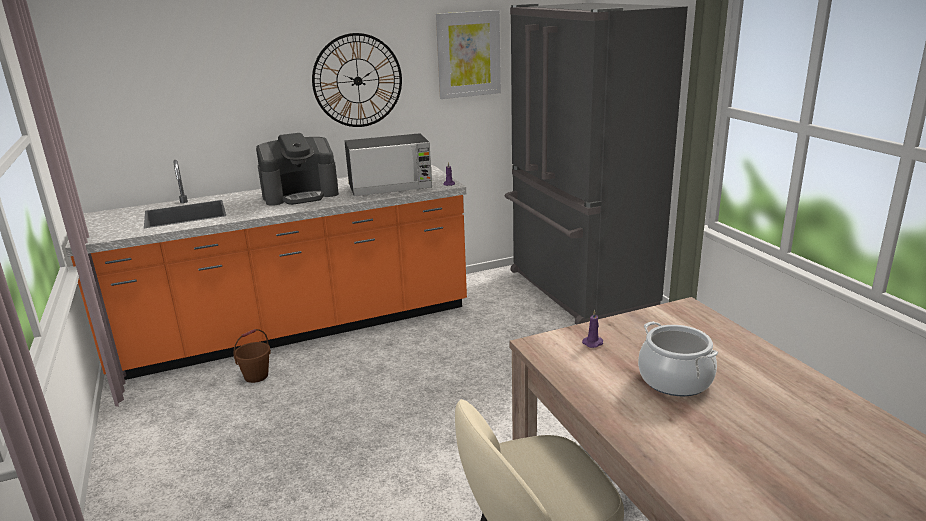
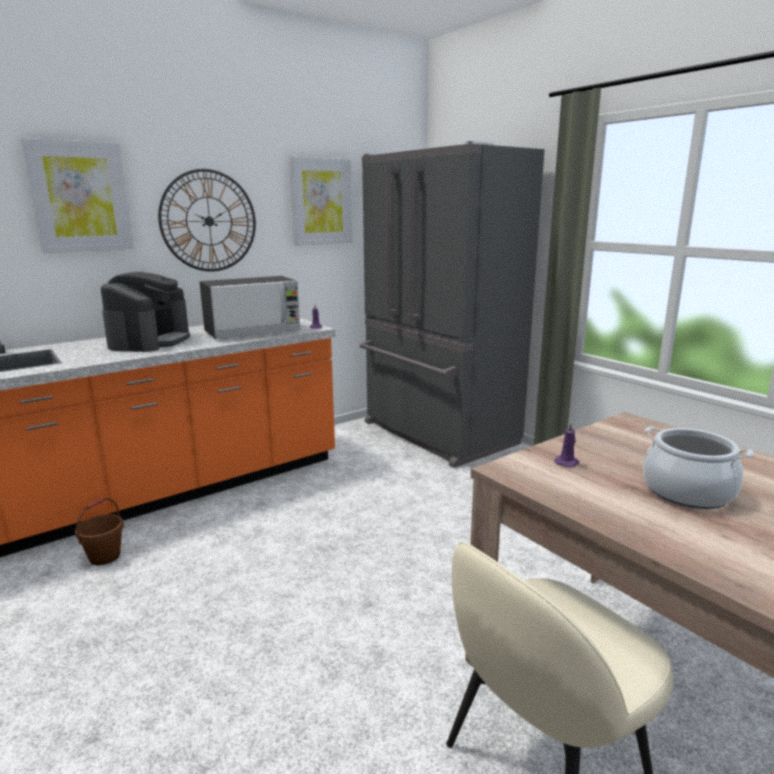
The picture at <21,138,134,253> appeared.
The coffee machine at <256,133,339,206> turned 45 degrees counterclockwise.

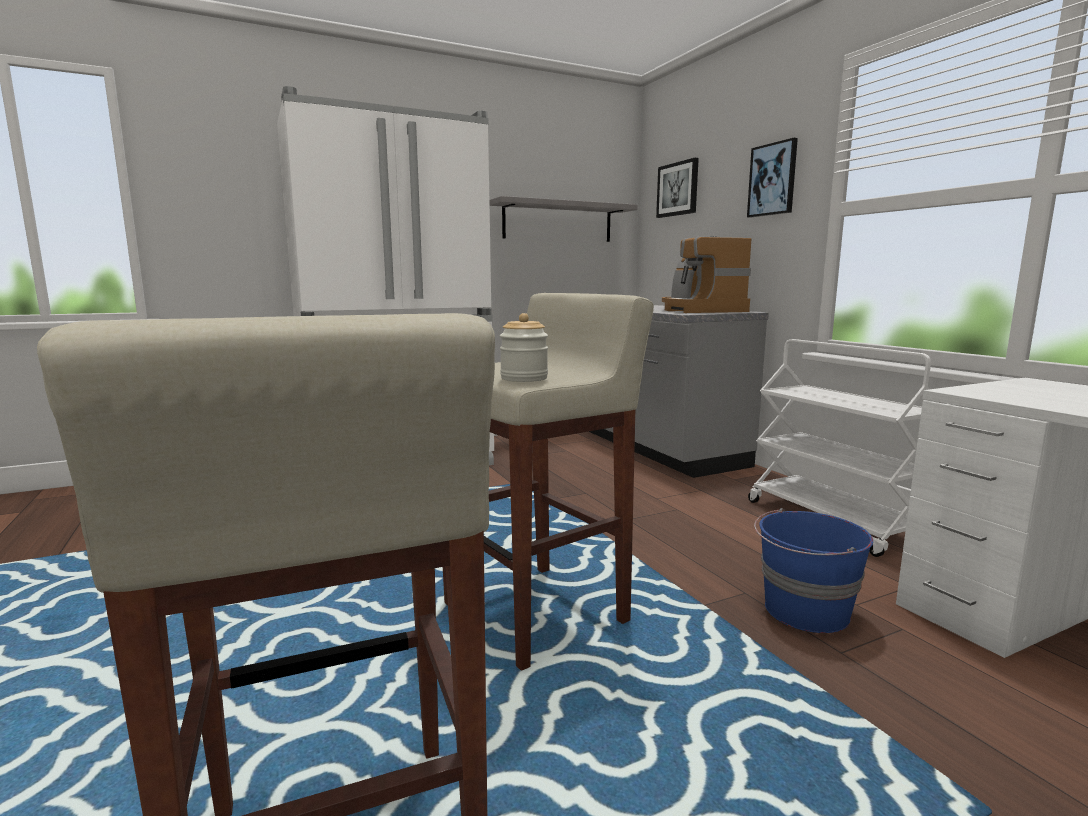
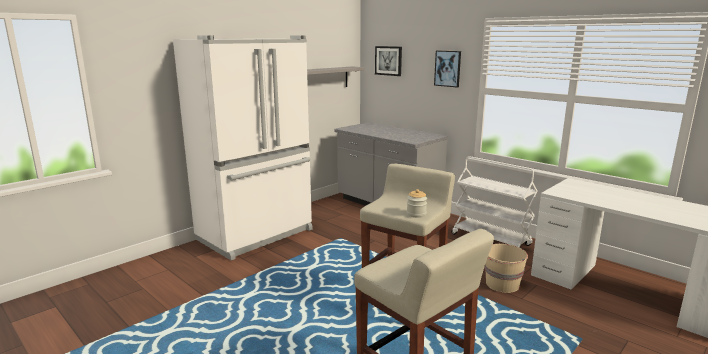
The coffee machine at <662,236,751,313> disappeared.
The bucket (blue) at <754,508,873,633> became the bucket (beige) at <485,244,528,293>.

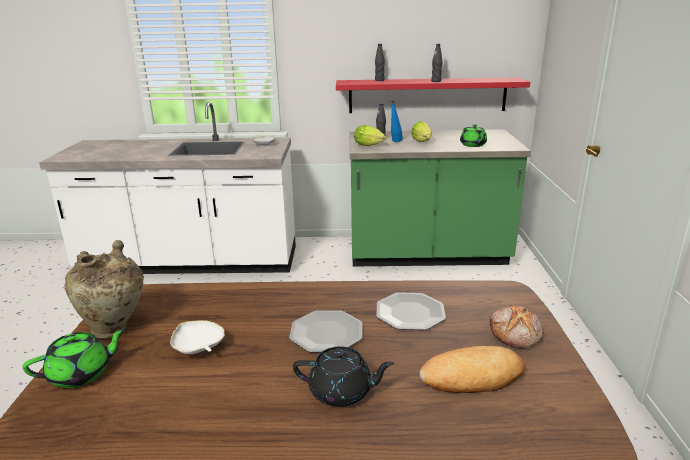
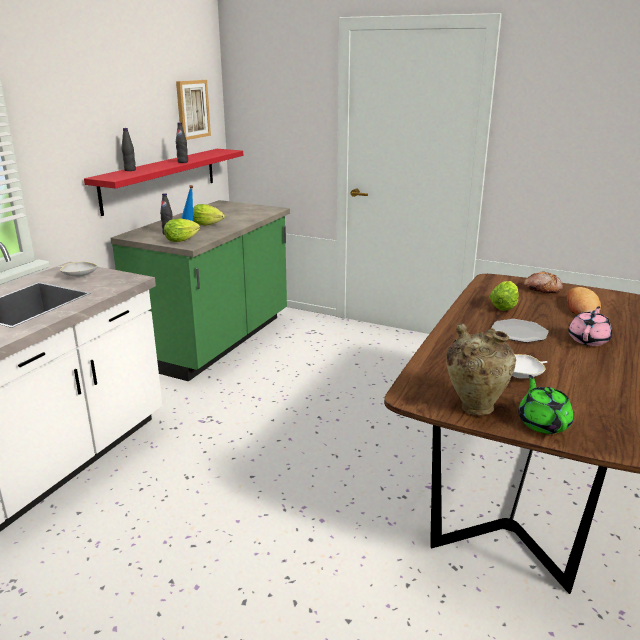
The teapot (green) at <460,124,487,147> disappeared.
The picture at <176,80,211,140> appeared.
The plate at <376,292,446,330> was replaced by the lettuce at <489,281,519,311>.
The teapot (black) at <293,346,394,407> became the teapot (pink) at <568,306,612,346>.

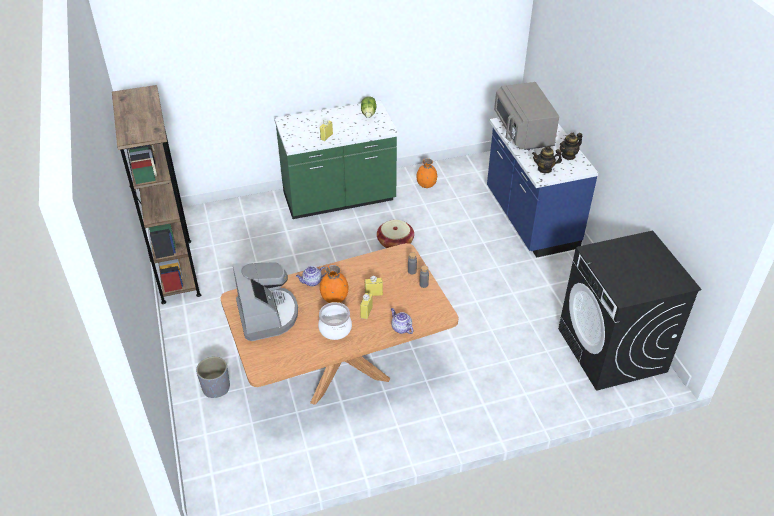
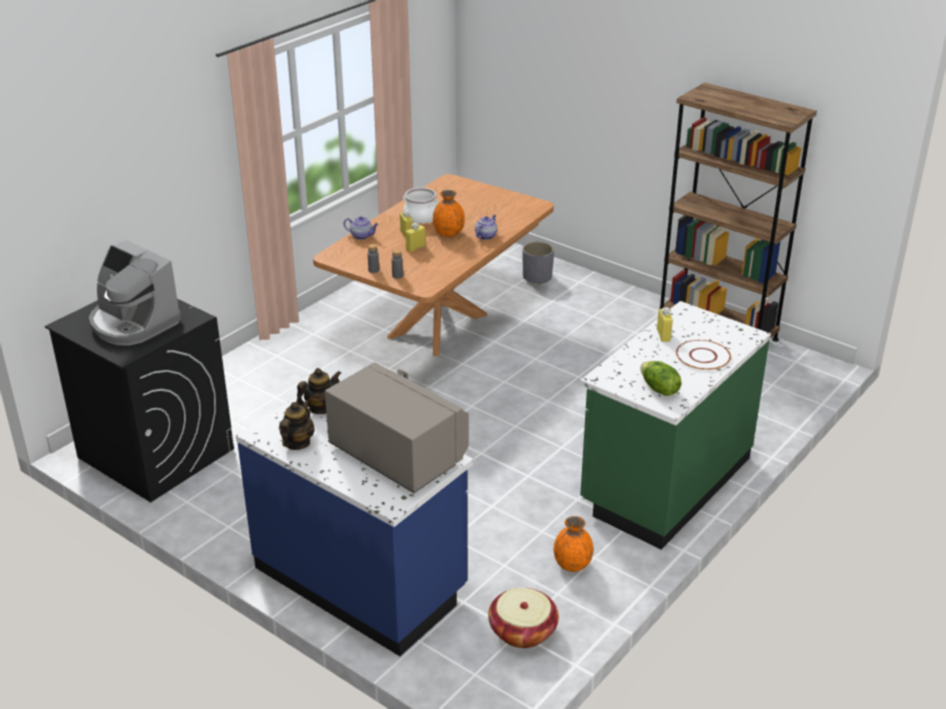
The plate (white) at <676,340,731,370> appeared.
The coffee machine moved from <233,262,298,341> to <89,240,181,346>.
The basket moved from <377,220,414,248> to <488,588,559,648>.

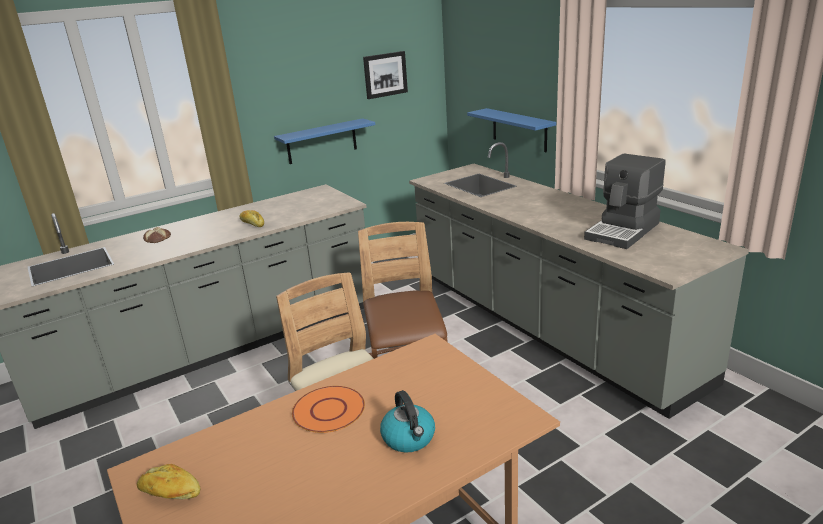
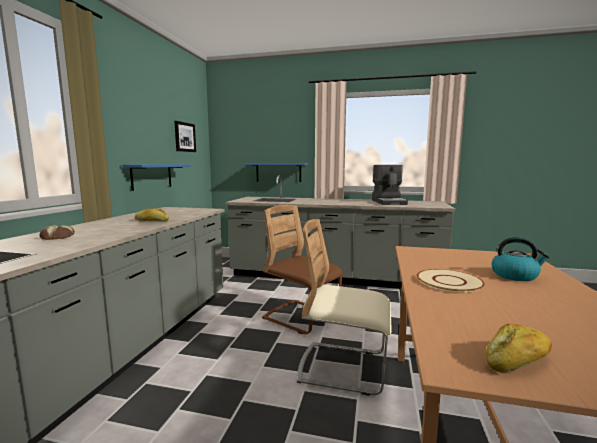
The plate (orange) at <292,386,365,433> became the plate (beige) at <417,269,485,293>.

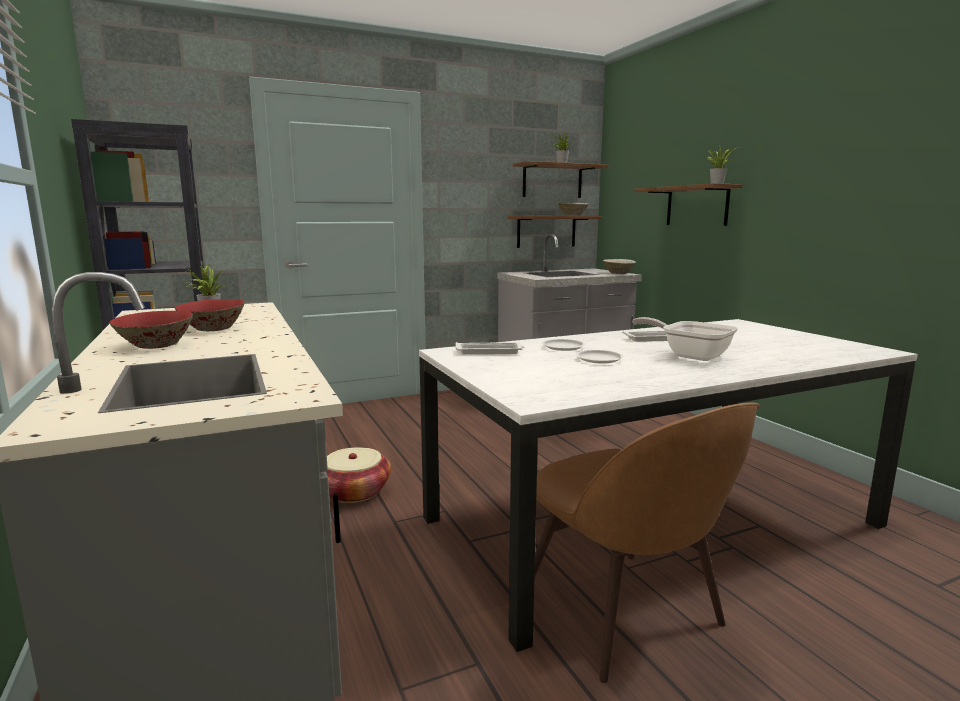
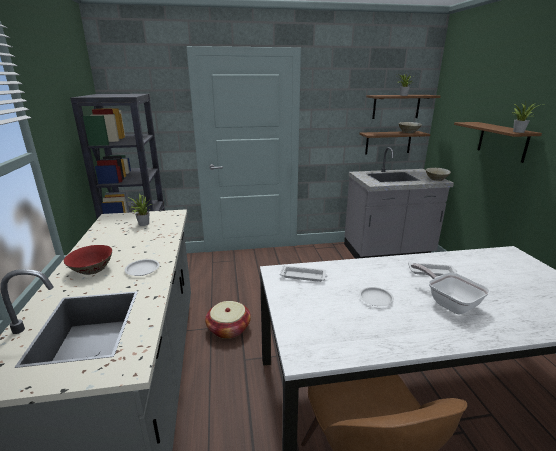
The bowl (red) at <175,299,244,331> disappeared.
The plate (white) moved from <542,339,585,351> to <125,259,160,276>.

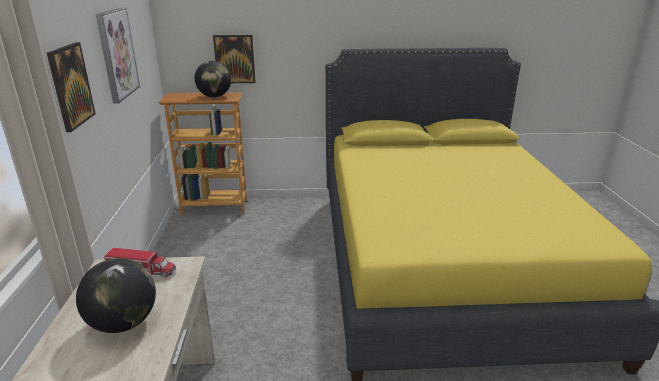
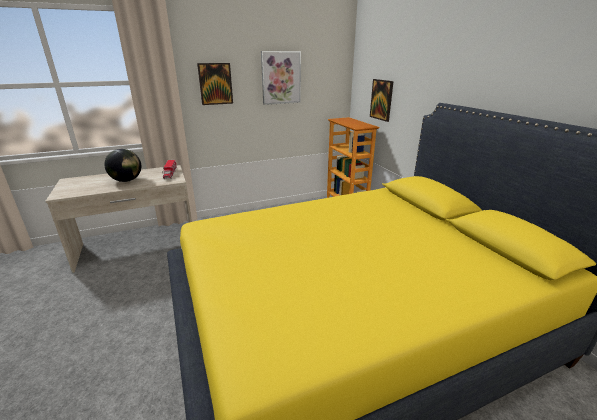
The globe at <194,61,231,97> disappeared.

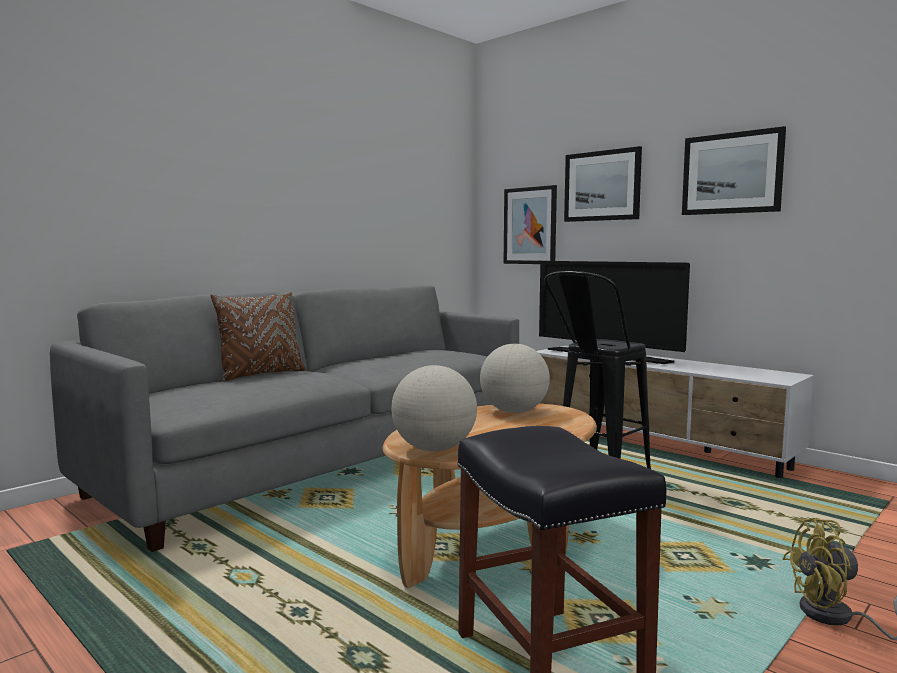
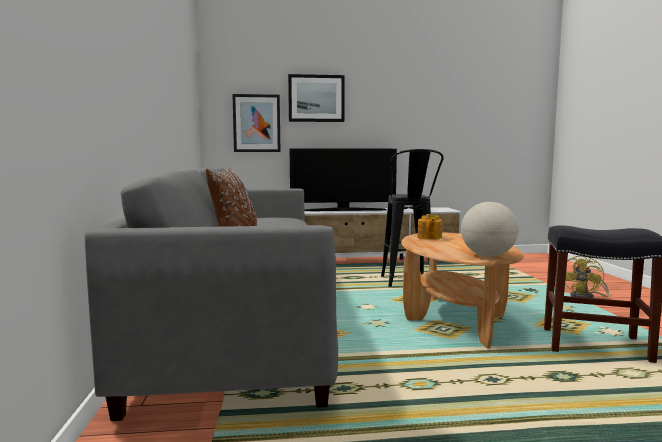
The picture at <682,126,786,215> disappeared.
The globe at <480,344,550,413> was replaced by the teapot at <418,214,442,240>.

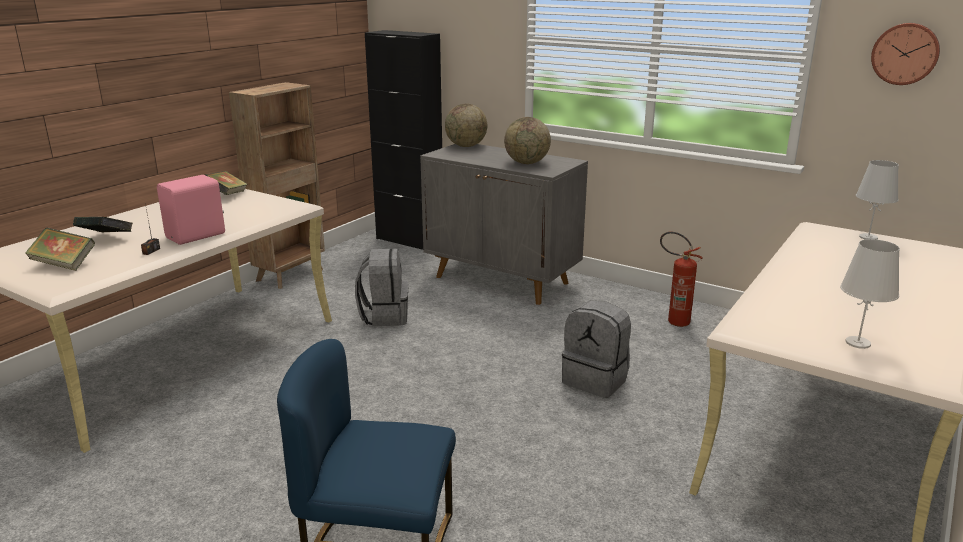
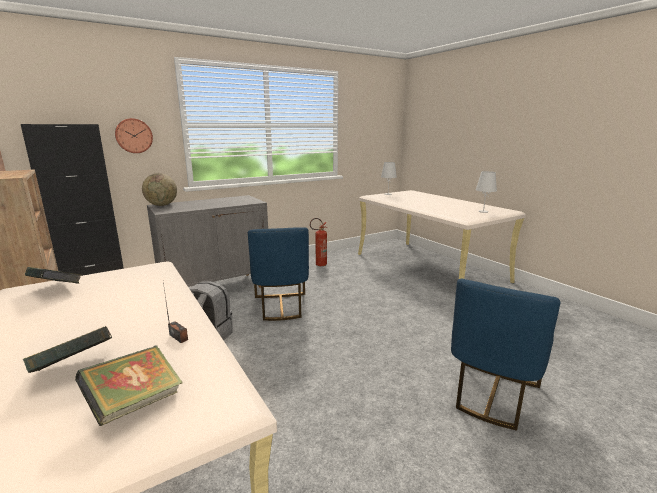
The speaker (pink) at <157,175,225,245> disappeared.
The globe at <504,117,551,164> disappeared.
The backpack (grey) at <562,300,631,398> disappeared.
The chair (blue) at <248,227,309,321> appeared.
The wall clock moved from <871,23,940,85> to <115,118,153,153>.

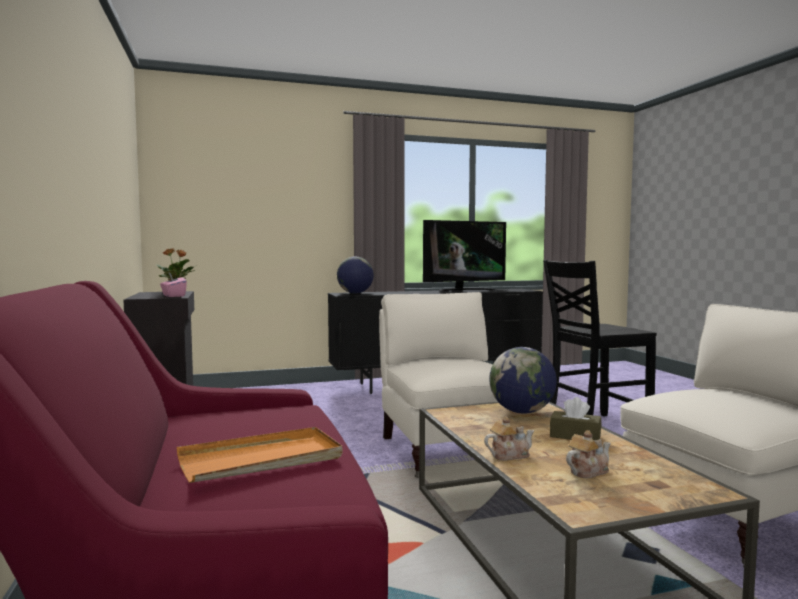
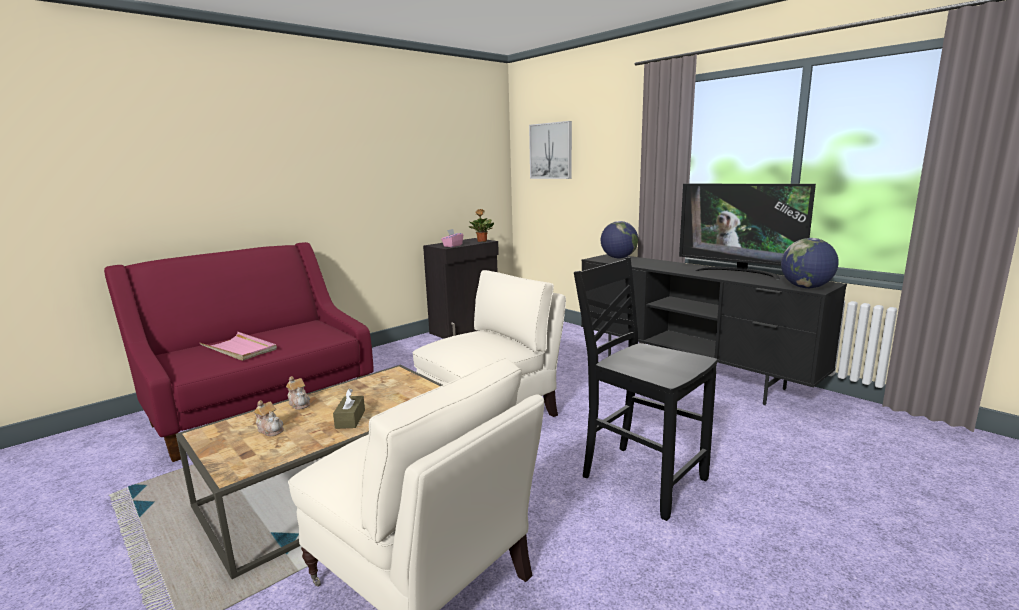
The picture at <529,121,572,179> appeared.
The globe moved from <489,347,557,414> to <781,238,839,288>.
The tray (orange) at <177,427,342,483> became the tray (pink) at <200,332,277,361>.

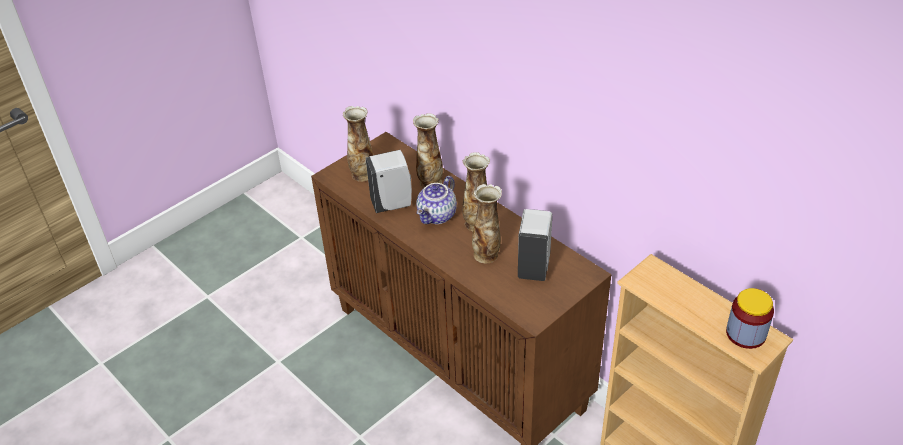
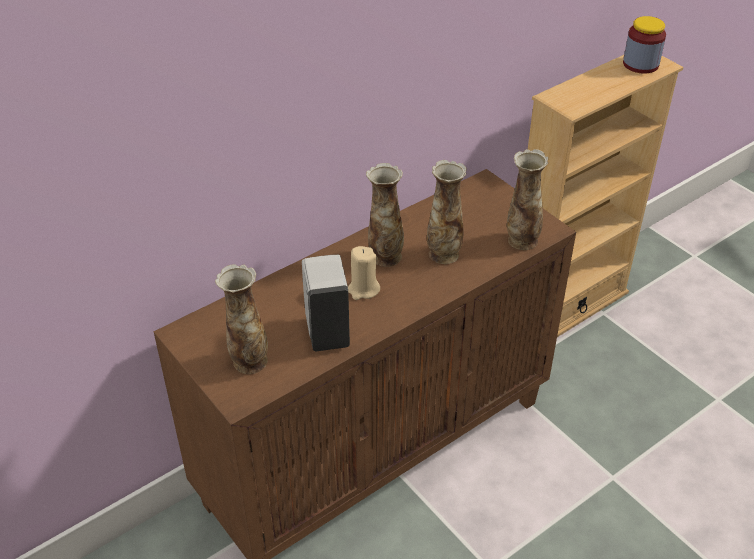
The soap dispenser (white) at <518,209,552,281> disappeared.
The vase moved from <413,113,443,188> to <507,149,548,250>.
The teapot at <416,176,457,224> was replaced by the candle (beige) at <348,246,380,300>.

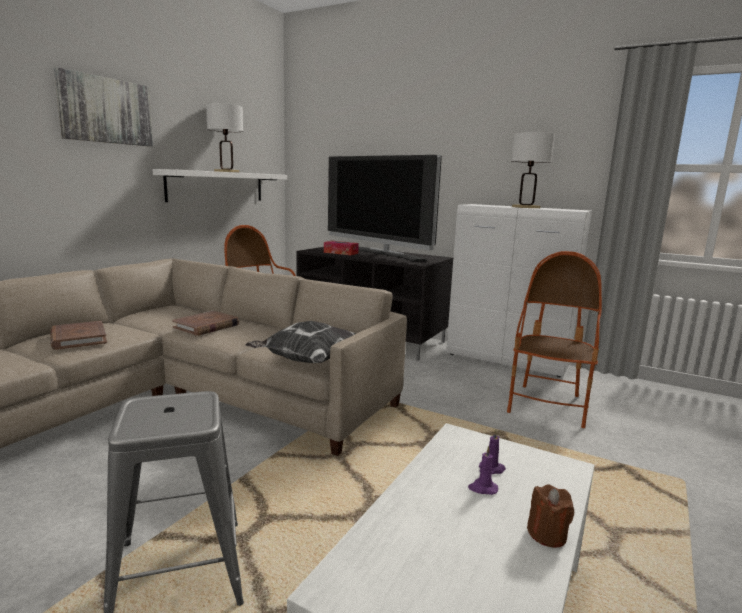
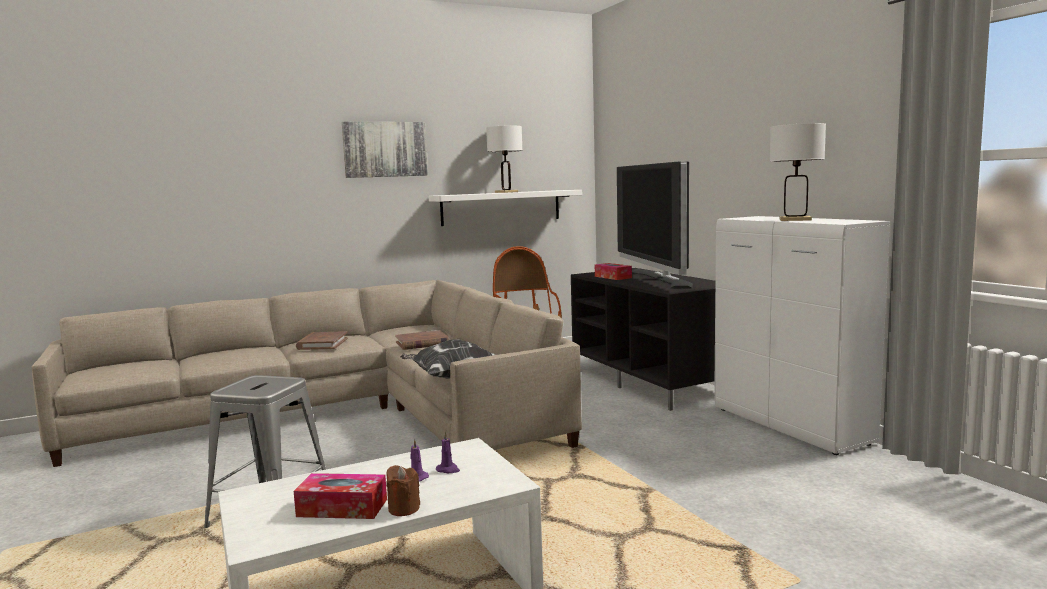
The armchair at <507,251,602,428> disappeared.
The tissue box at <294,473,387,519> appeared.

